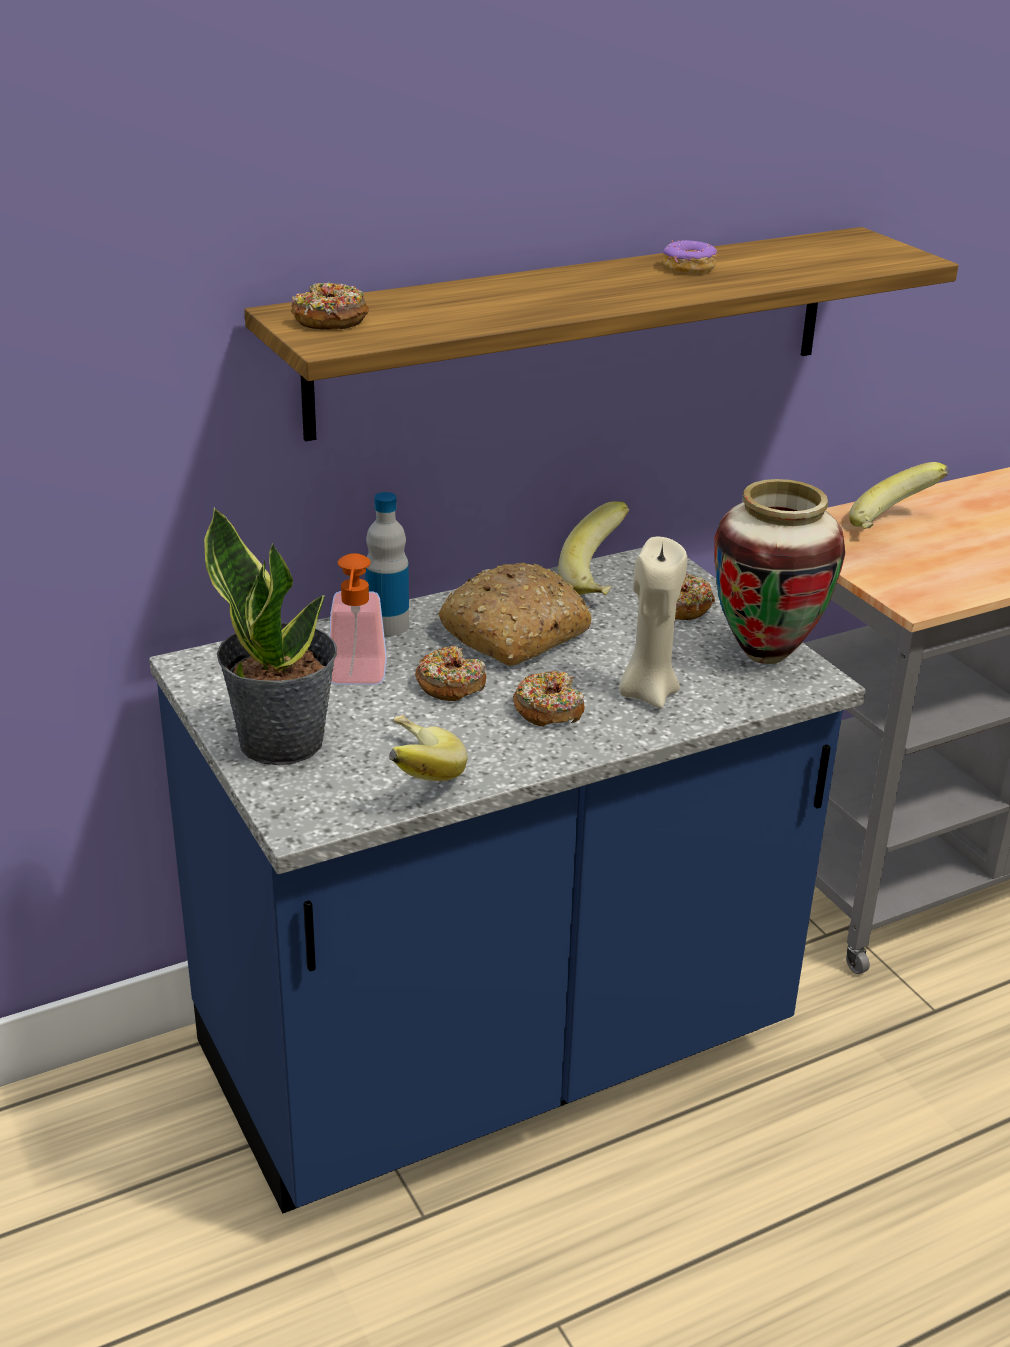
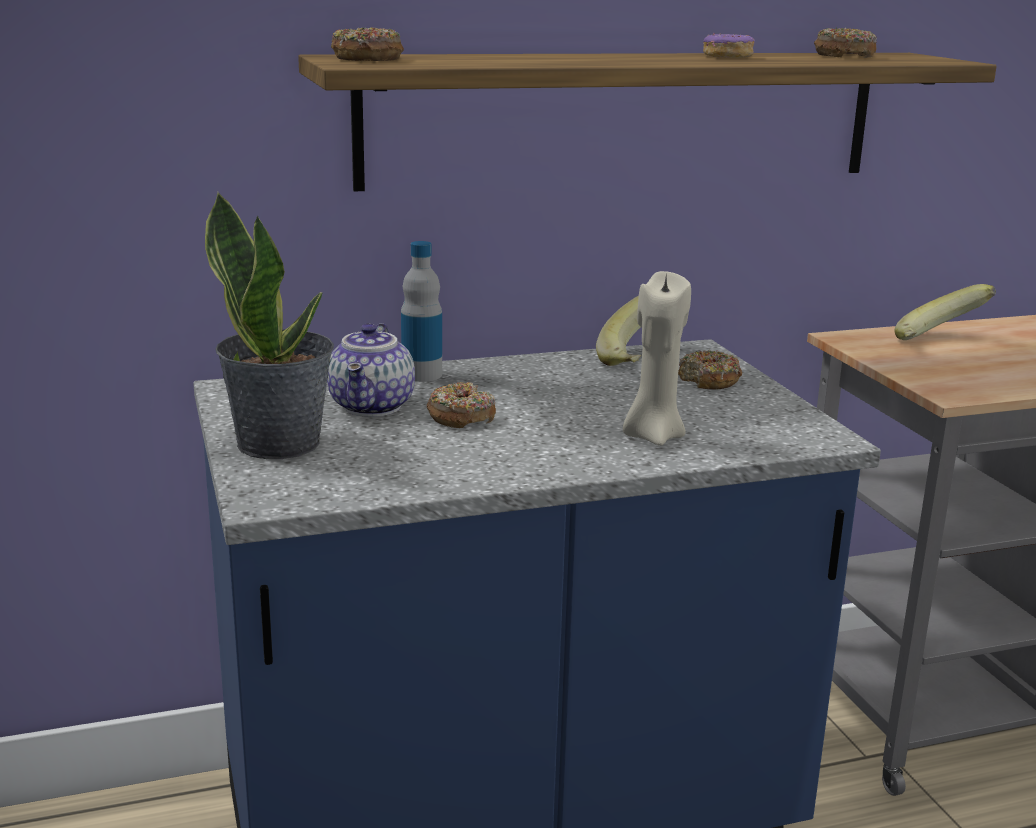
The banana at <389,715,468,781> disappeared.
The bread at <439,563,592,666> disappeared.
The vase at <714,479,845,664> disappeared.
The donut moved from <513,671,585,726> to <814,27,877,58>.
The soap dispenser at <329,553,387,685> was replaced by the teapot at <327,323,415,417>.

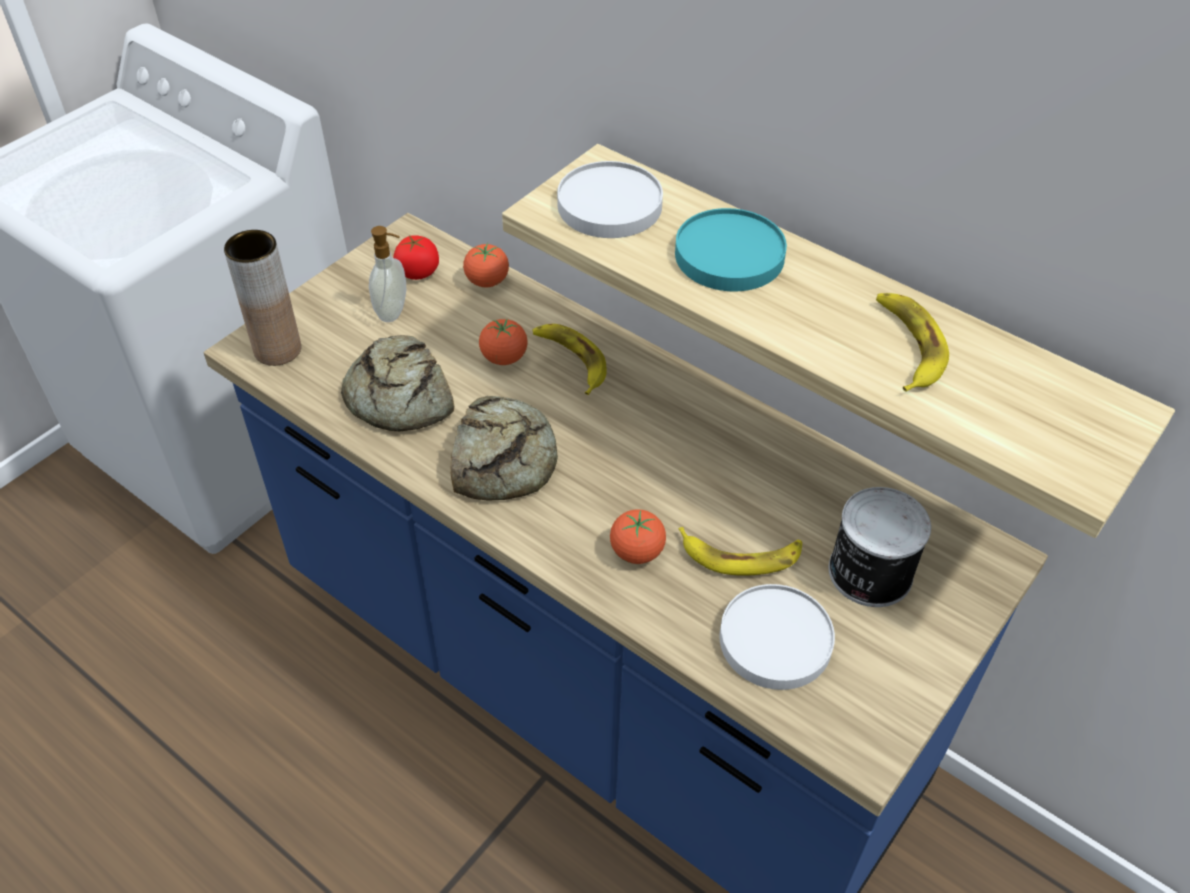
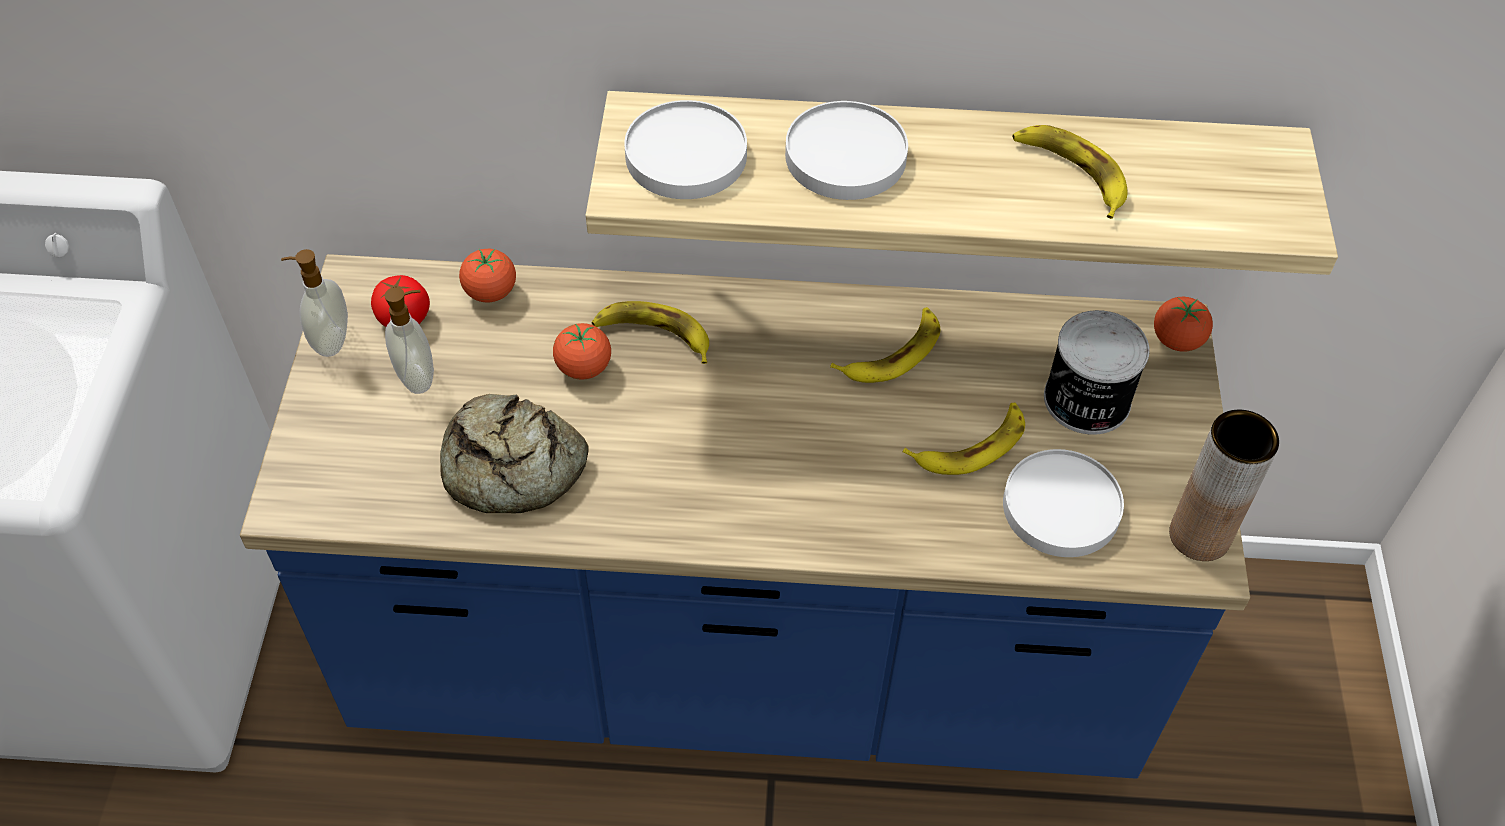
The bread at <450,396,558,501> disappeared.
The soap dispenser at <281,249,348,357> appeared.
The banana at <830,307,940,383> appeared.
The vase (brown) moved from <224,230,301,366> to <1169,410,1279,561>.
The tomato moved from <610,509,666,564> to <1154,297,1213,352>.
The plate (turquoise) at <675,208,787,291> became the plate (white) at <785,101,908,200>.

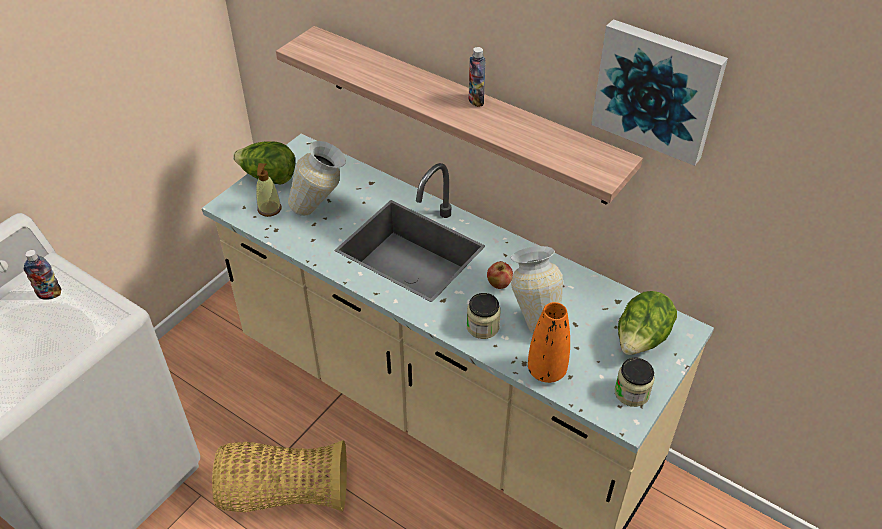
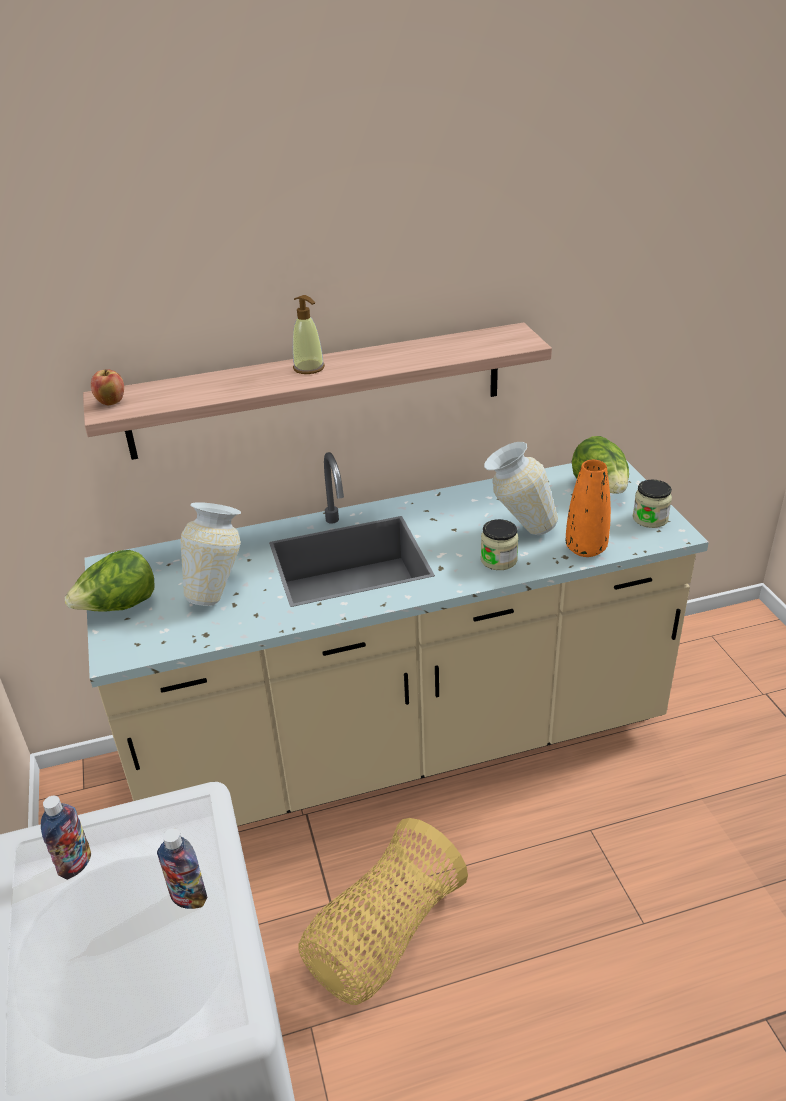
The picture at <591,19,728,166> disappeared.
The soap dispenser moved from <256,163,282,217> to <293,295,325,374>.
The bottle moved from <469,47,486,107> to <157,828,207,909>.
The apple moved from <487,261,513,289> to <91,369,124,406>.

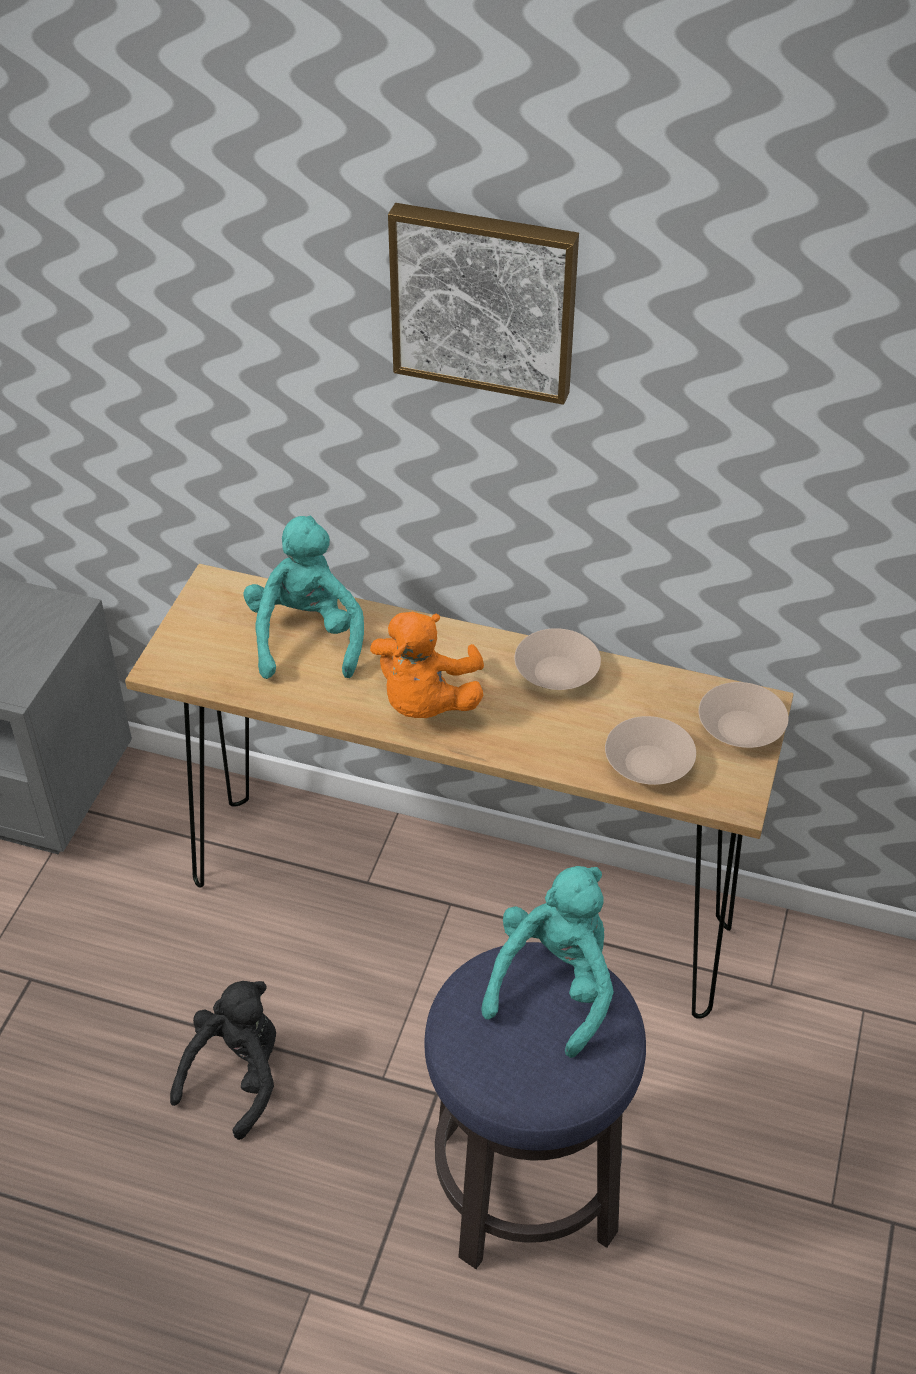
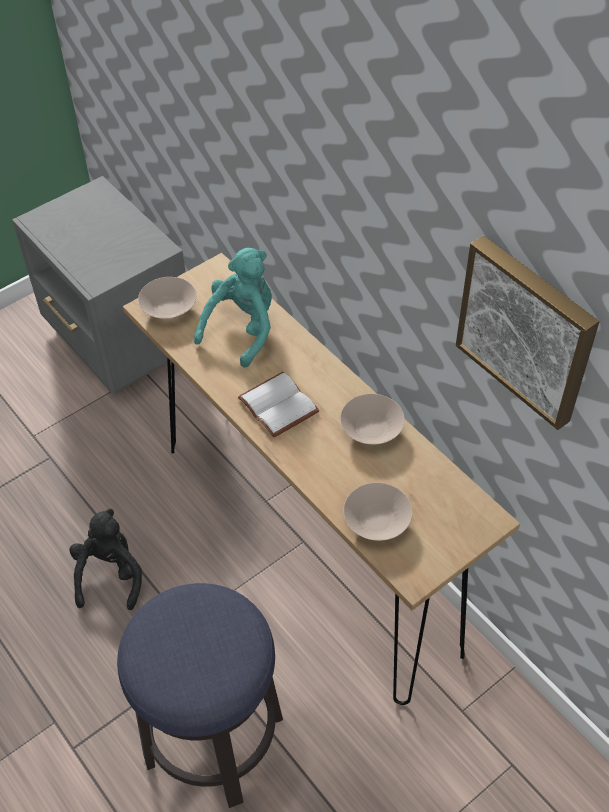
The plush toy (turquoise) at <481,866,614,1058> disappeared.
The picture moved from <388,203,579,405> to <456,235,600,430>.
The bowl (beige) moved from <699,682,788,748> to <138,277,196,319>.
The plush toy (orange) at <370,611,484,718> was replaced by the book (white) at <238,372,320,438>.
The plush toy (black) at <170,981,276,1140> turned 60 degrees counterclockwise.

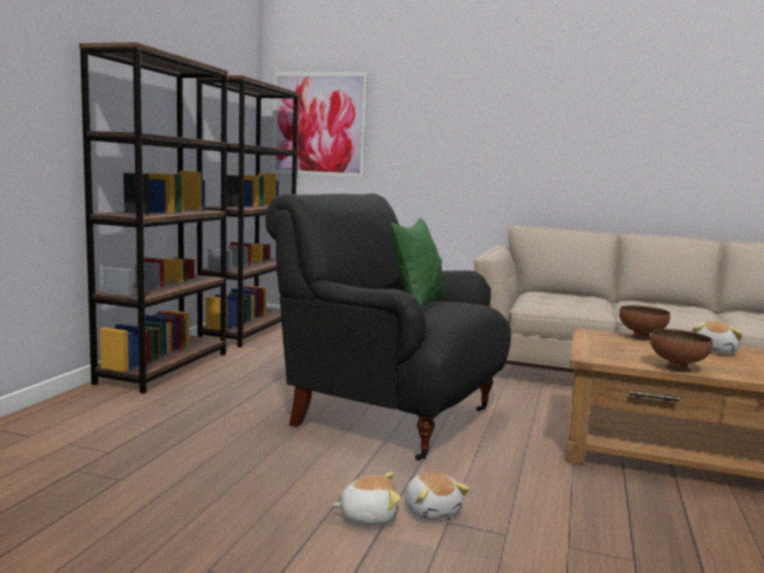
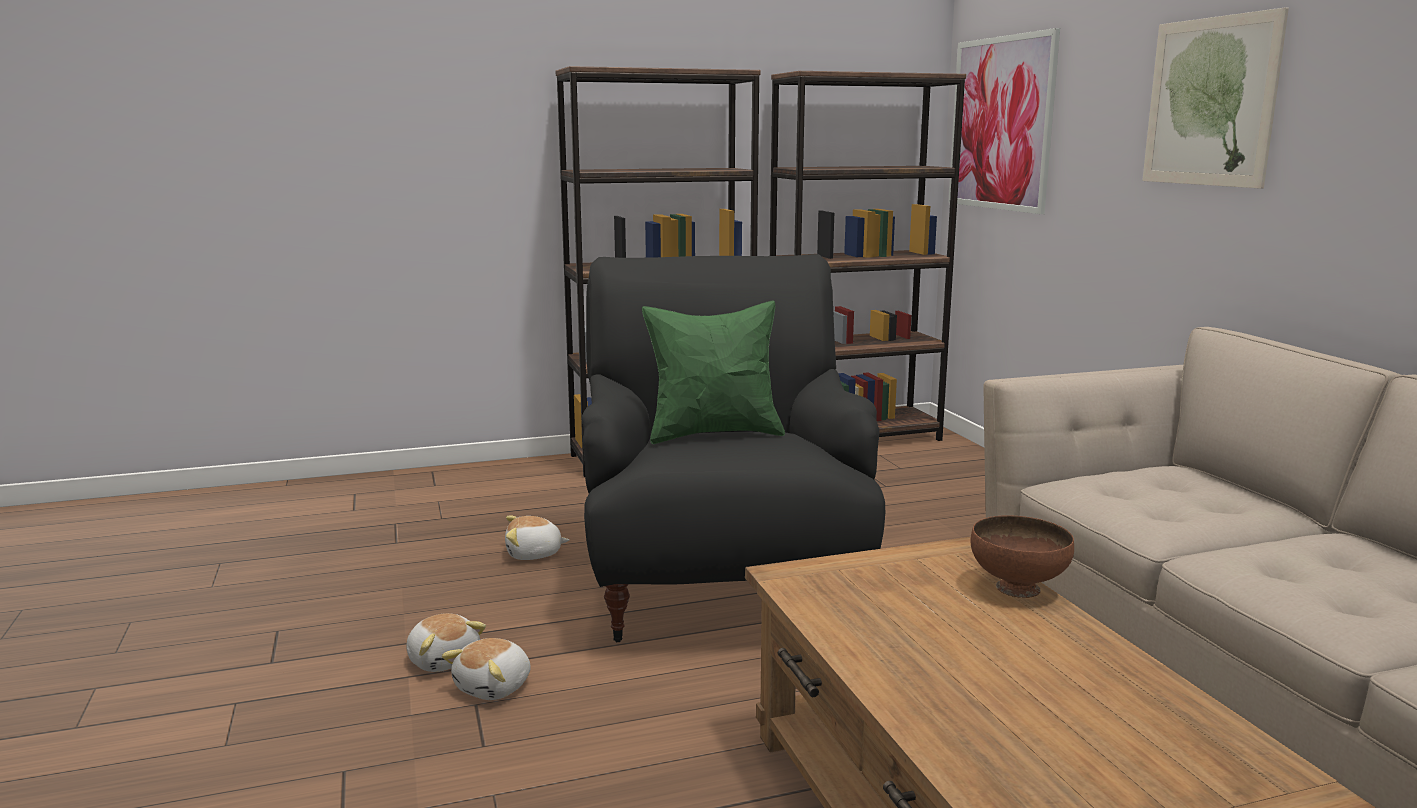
The bowl (brown) at <650,329,713,372> disappeared.
The picture at <1143,7,1289,189> appeared.
The plush toy moved from <692,321,743,354> to <505,515,569,560>.

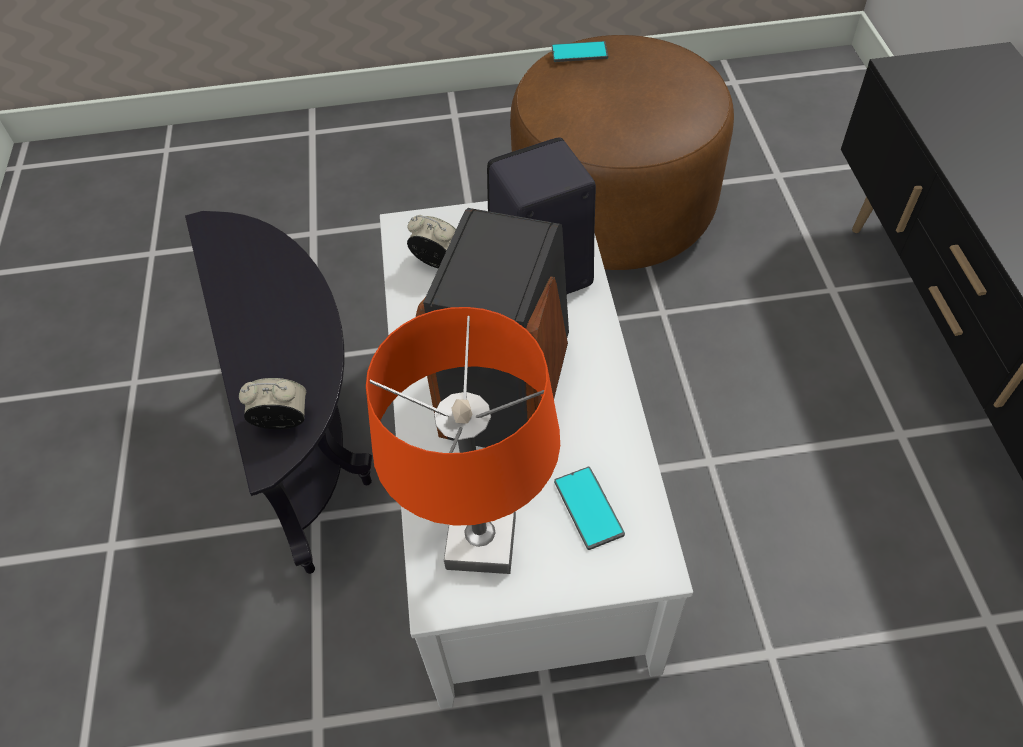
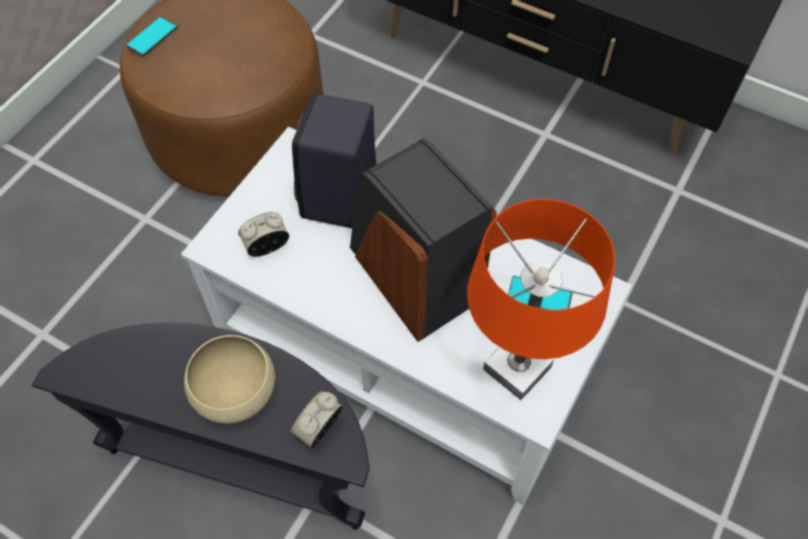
The bowl (beige) at <184,335,275,424> appeared.

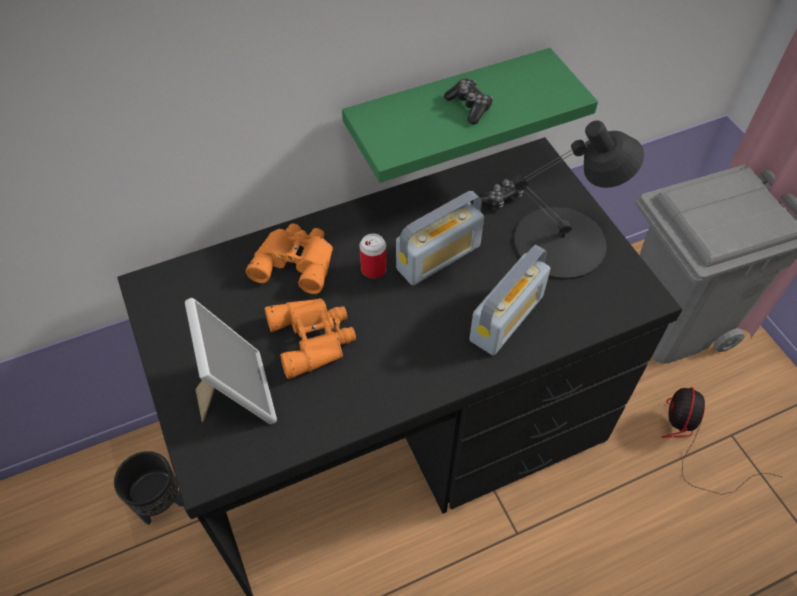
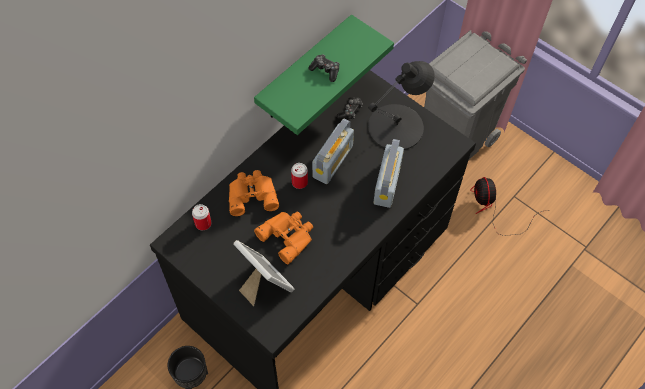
The can at <192,204,212,230> appeared.

